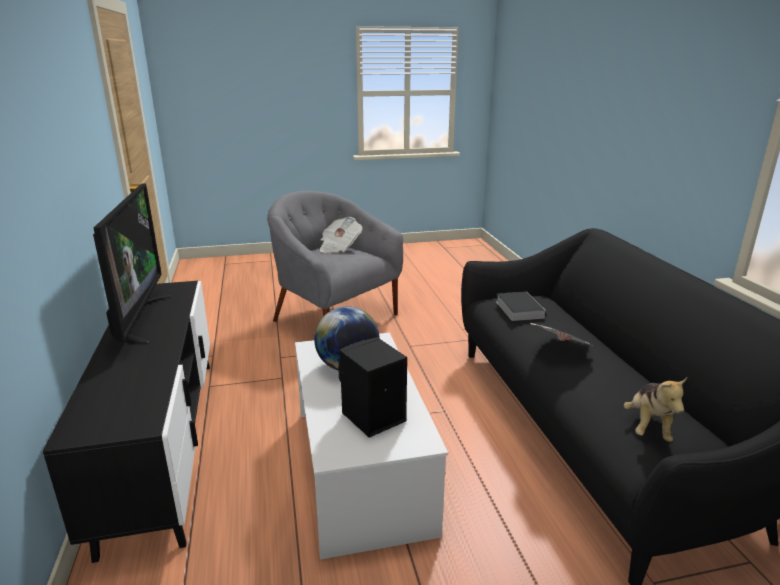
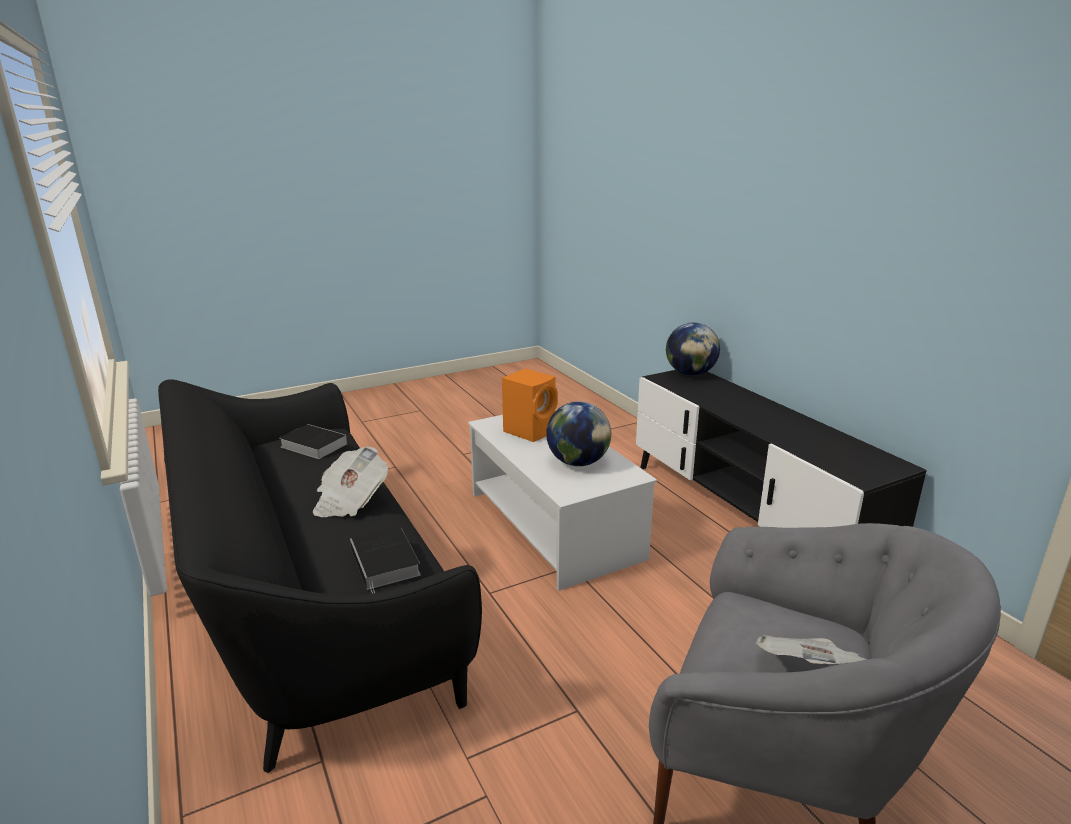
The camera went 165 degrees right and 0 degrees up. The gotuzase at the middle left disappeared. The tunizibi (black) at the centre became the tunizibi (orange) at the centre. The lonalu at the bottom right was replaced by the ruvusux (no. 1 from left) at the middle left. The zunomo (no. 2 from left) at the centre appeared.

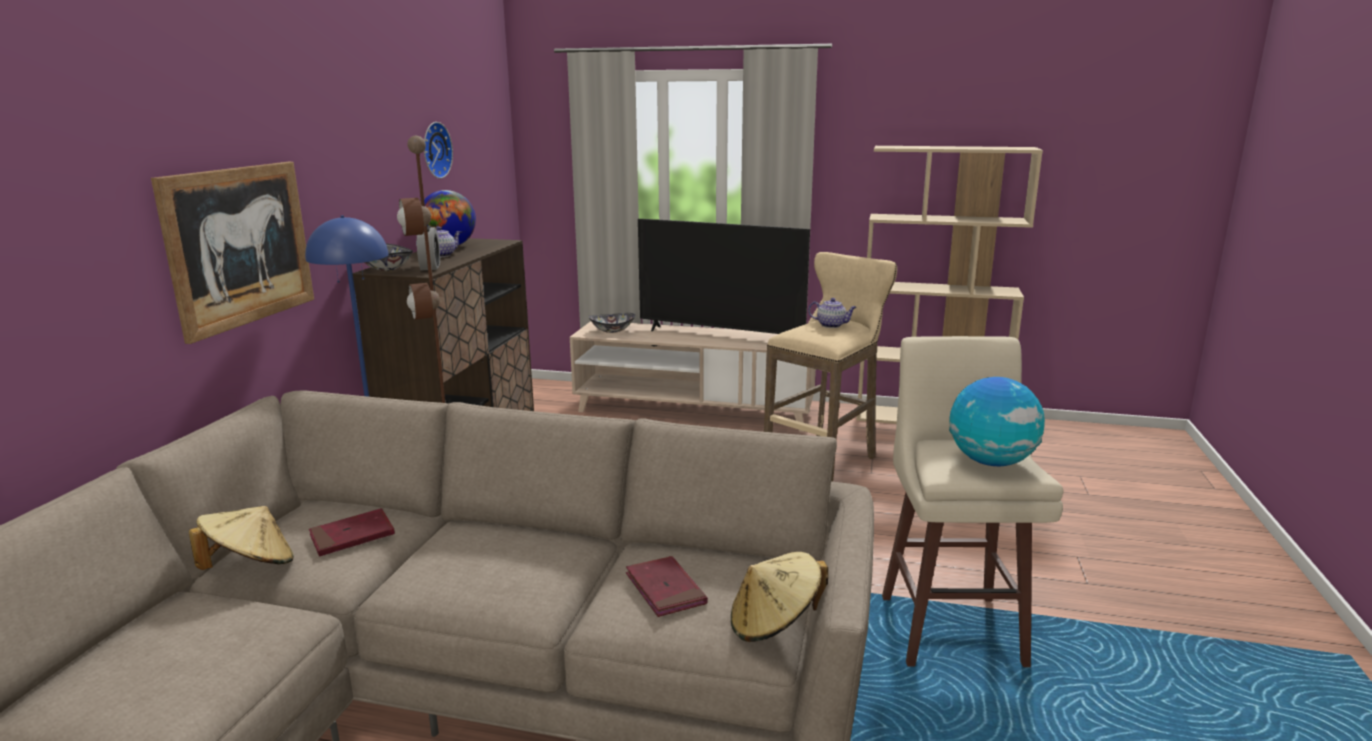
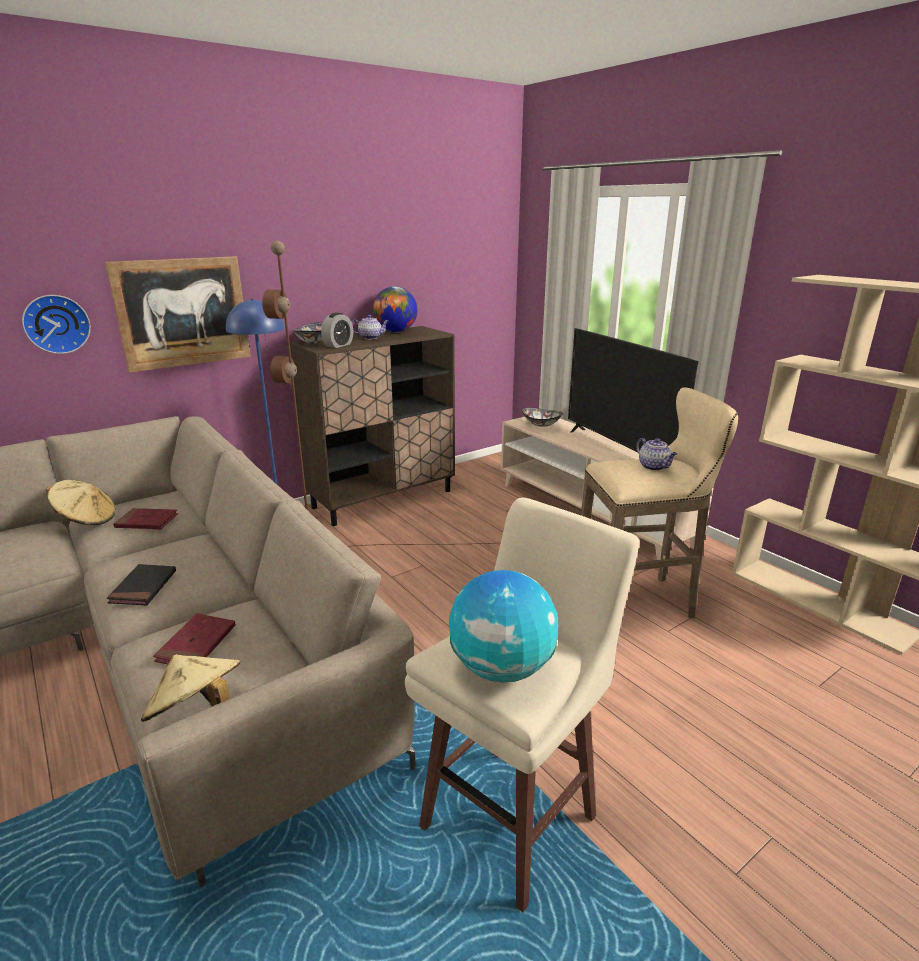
The camera went 40 degrees right and 5 degrees up. The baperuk moved from the top left to the middle left. The ruvusux (black) at the middle left appeared.

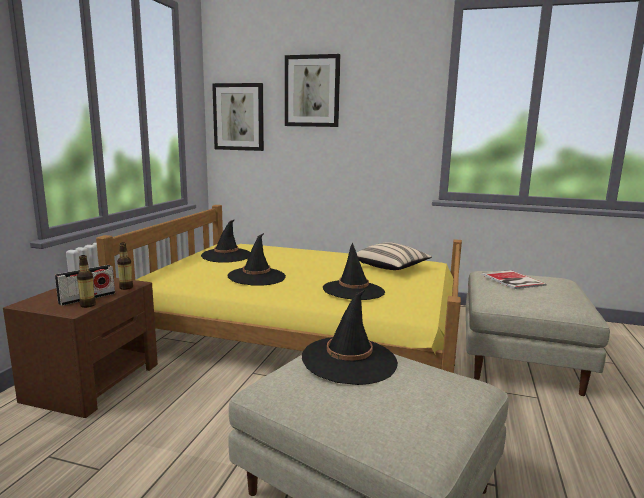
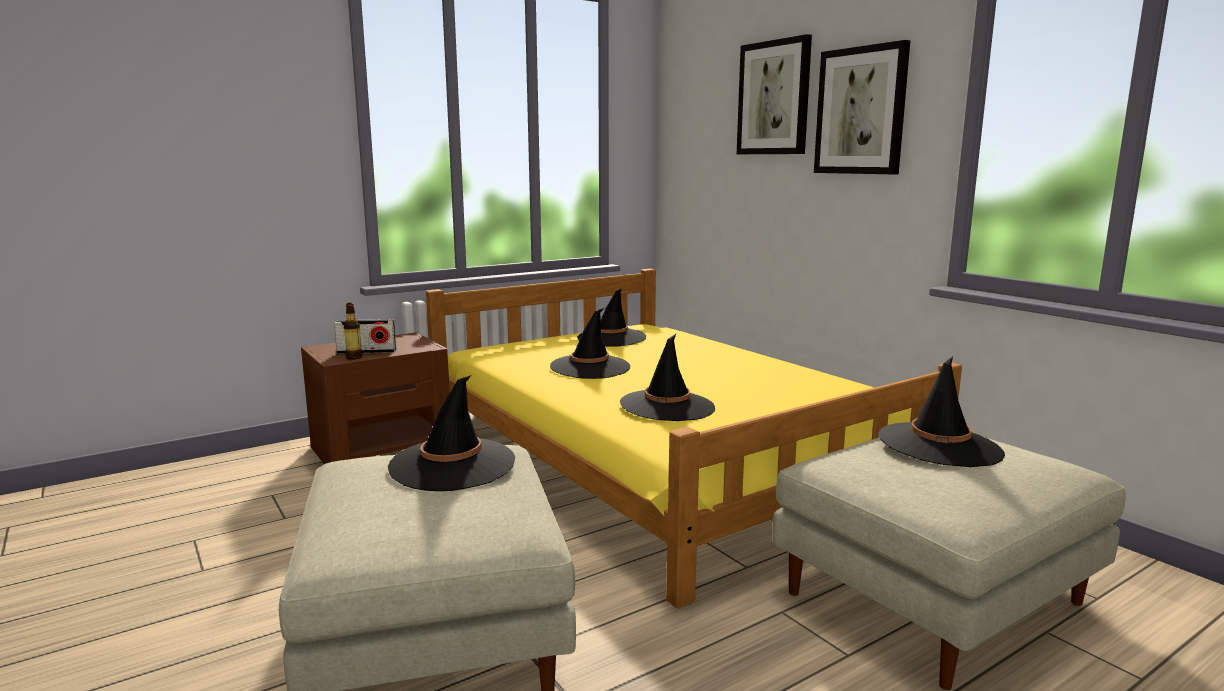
The camera went 40 degrees right and 0 degrees up. The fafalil (no. 1 from left in the first image) moved from the top centre to the top right. The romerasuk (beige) at the centre disappeared. The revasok (no. 2 from left) at the middle left disappeared. The ruvusux at the middle right was replaced by the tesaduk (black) (no. 5 from left) at the middle right.

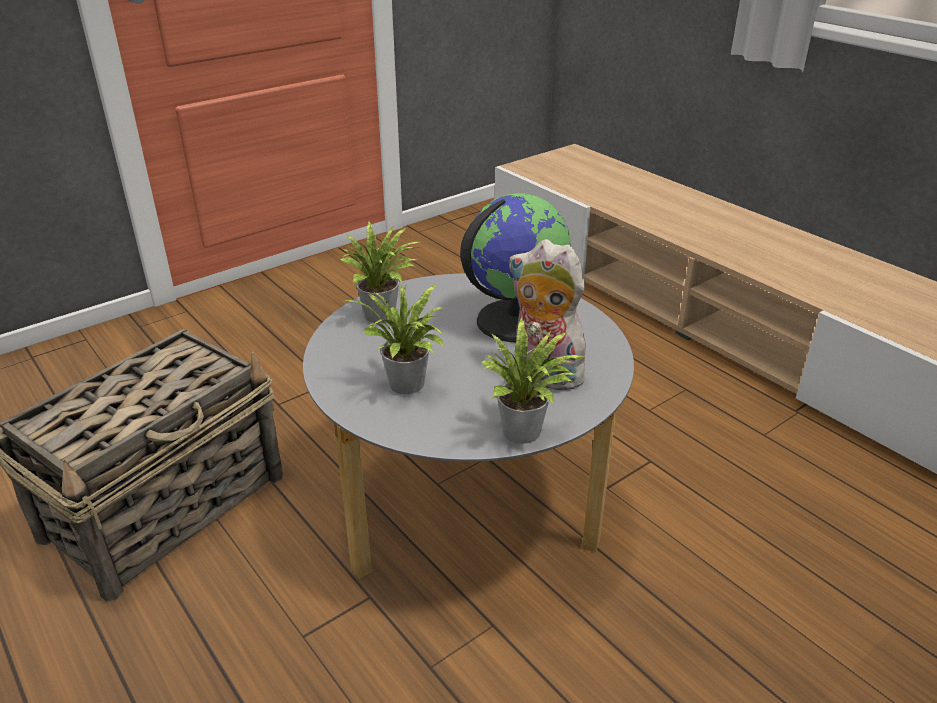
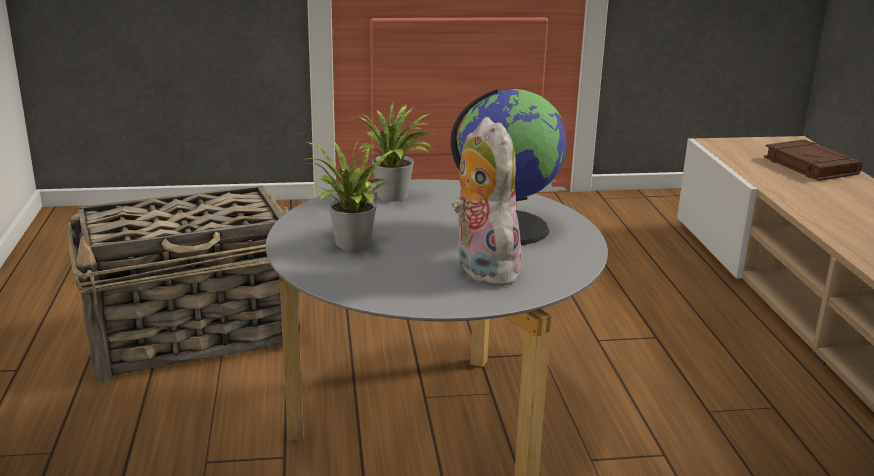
The camera went 30 degrees right and 10 degrees down. The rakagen (no. 3 from left) at the centre disappeared. The ruvusux (brown) at the middle right appeared.

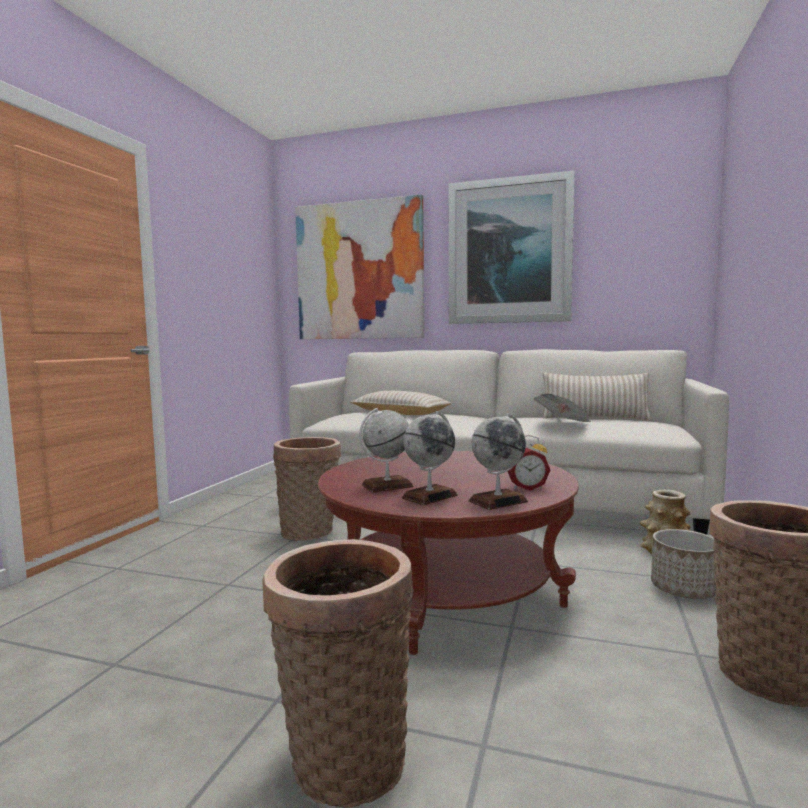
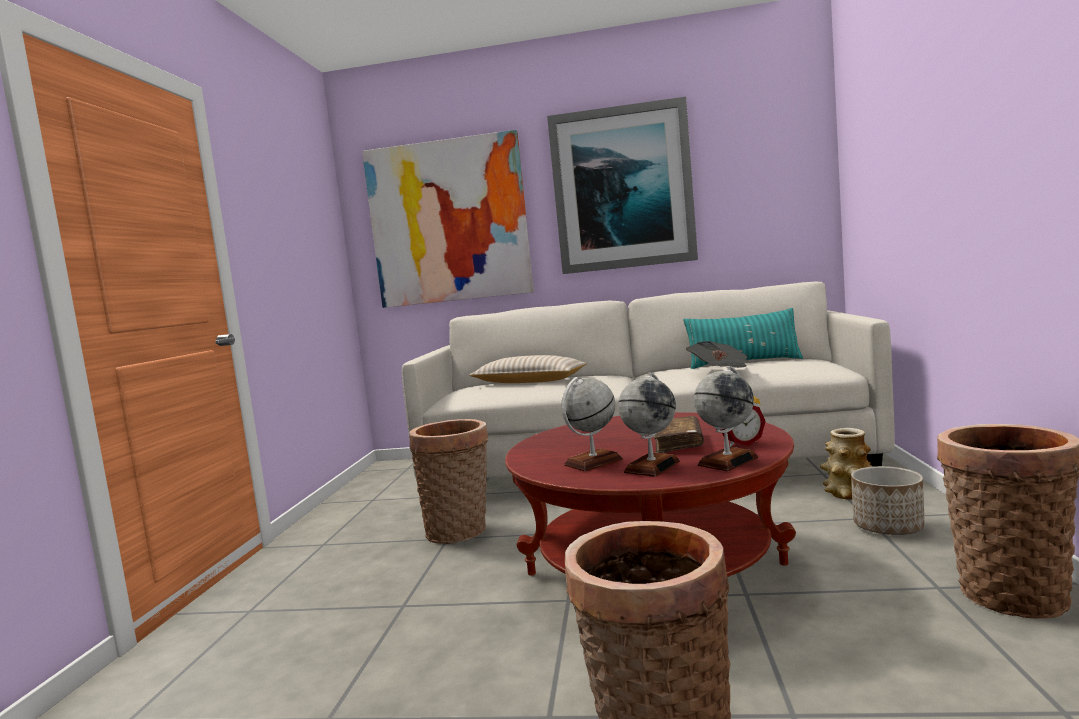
The camera went 10 degrees left and 0 degrees up. The romerasuk (beige) (no. 2 from left) at the middle right became the romerasuk (turquoise) at the middle right. The ruvusux (brown) at the centre appeared.

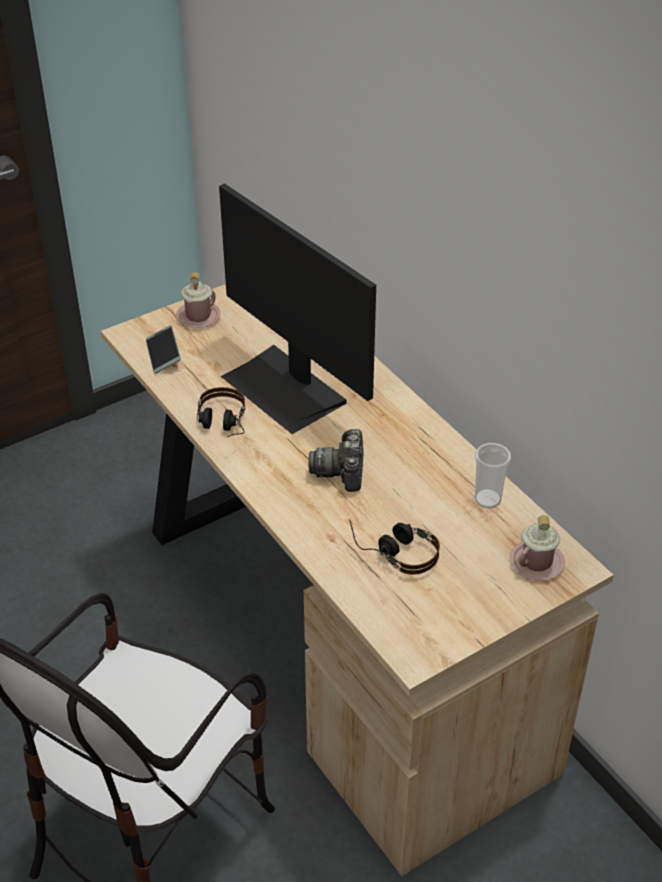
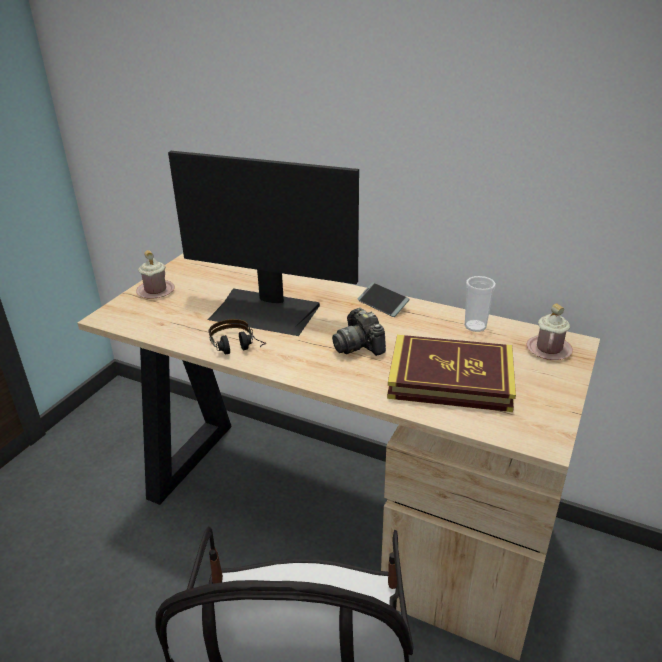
The camera went 30 degrees left and 10 degrees down. The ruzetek moved from the middle left to the centre. The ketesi (no. 2 from left) at the centre was replaced by the ruvusux at the middle right.

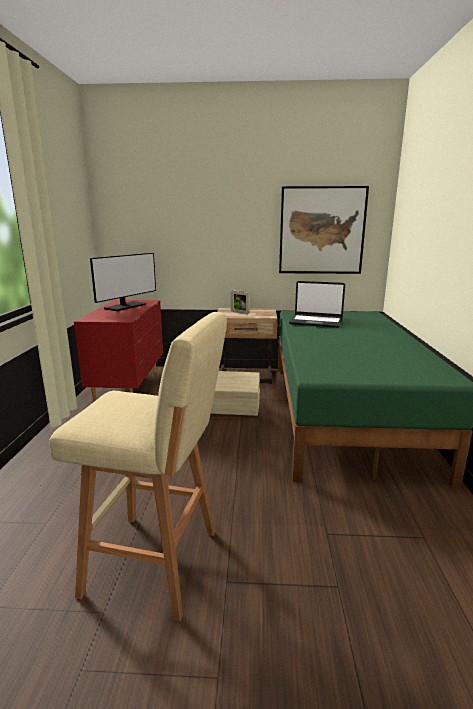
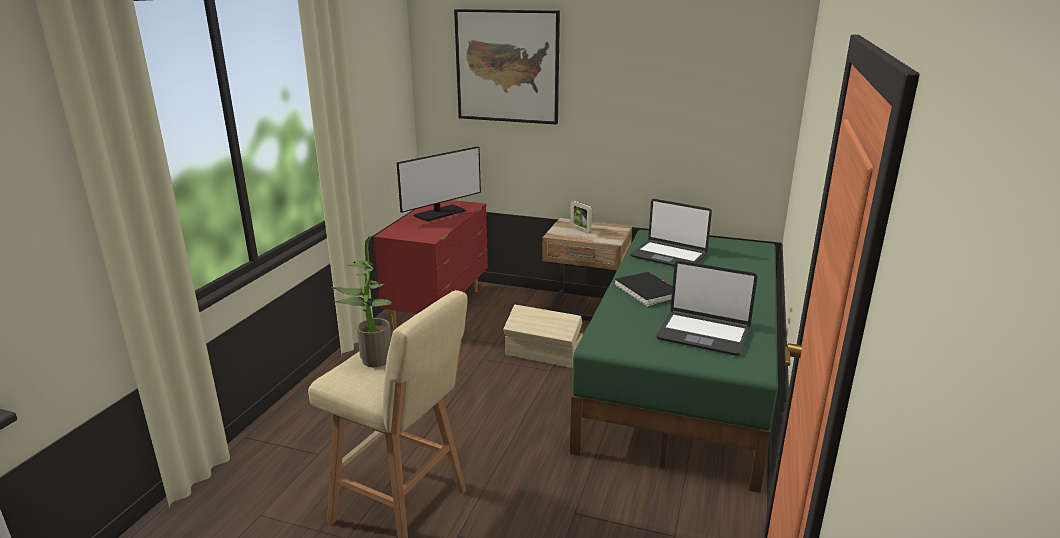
The camera went 15 degrees right and 5 degrees up. The fafalil moved from the top right to the top centre. The rakagen at the centre appeared. The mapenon (no. 2 from left) at the centre appeared. The ruvusux (black) at the centre appeared.

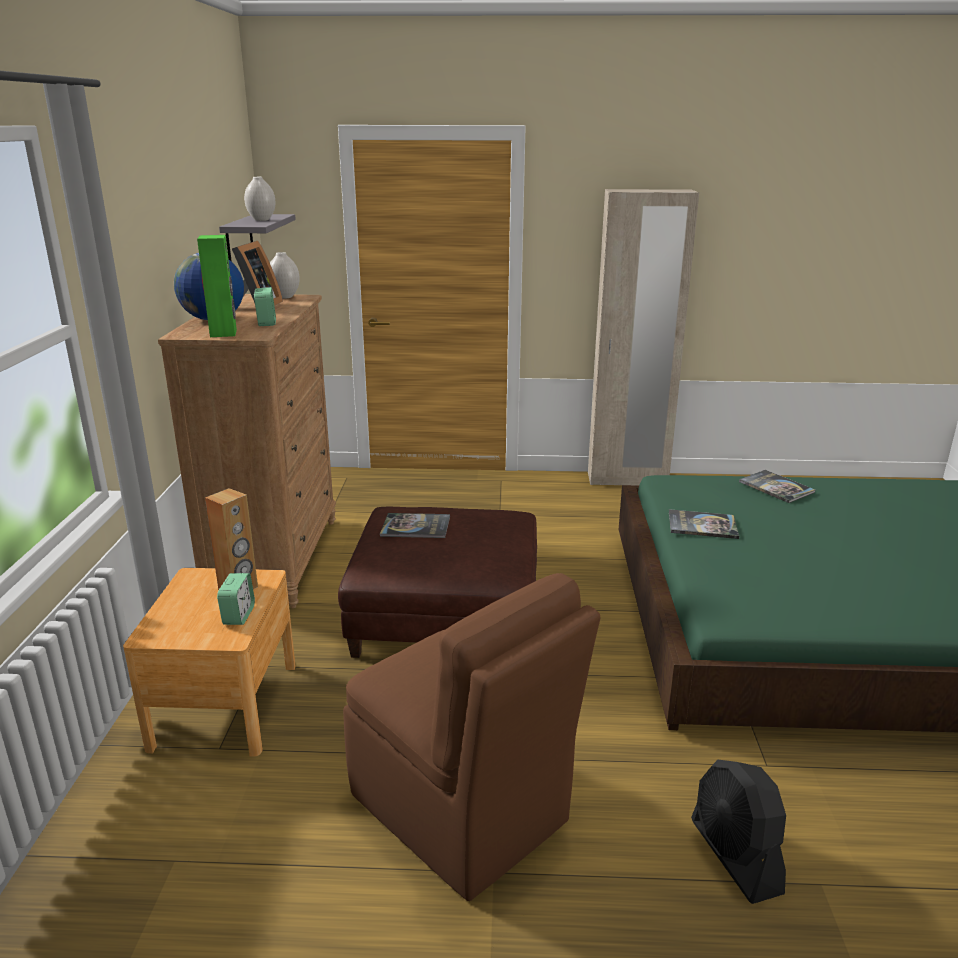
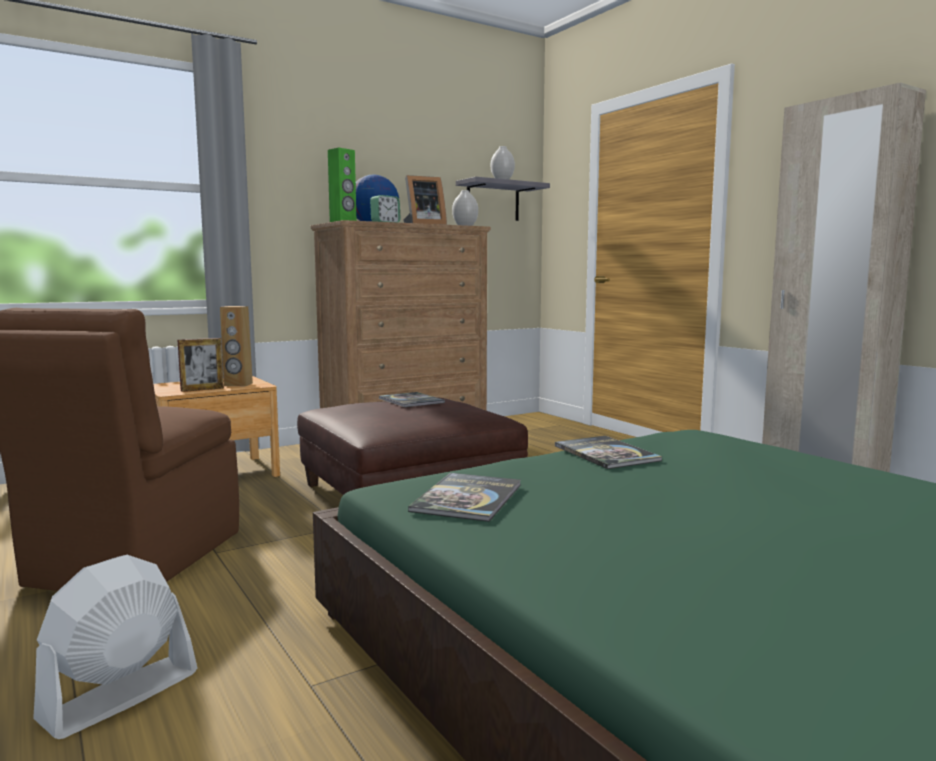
The camera went 55 degrees right and 15 degrees down. The ruvusux (no. 3 from left in the first image) moved from the middle right to the centre. The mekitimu (no. 1 from left) at the middle left was replaced by the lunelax (no. 1 from left) at the middle left. The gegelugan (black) at the bottom right became the gegelugan (white) at the bottom left.

